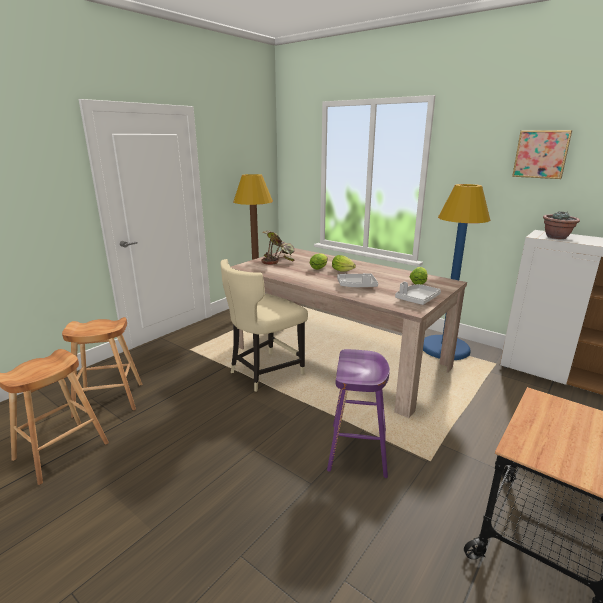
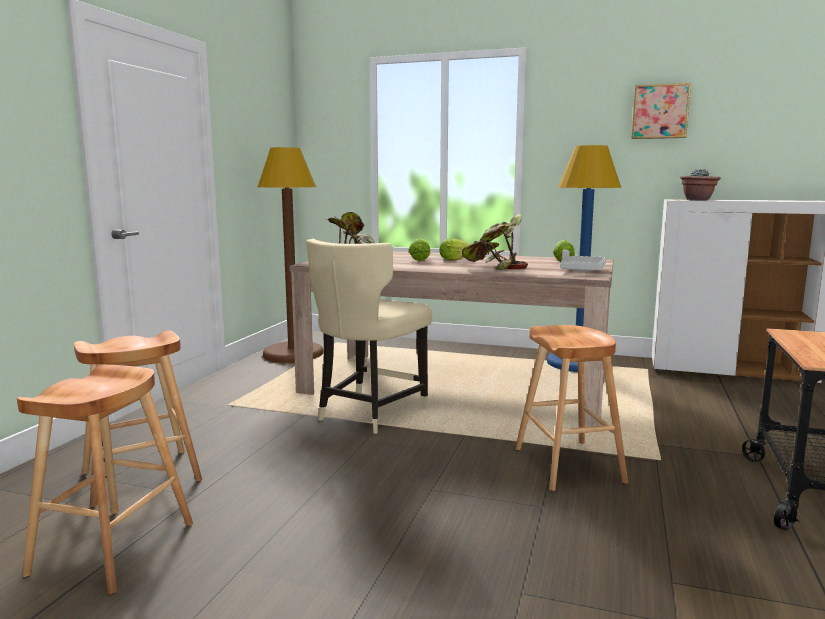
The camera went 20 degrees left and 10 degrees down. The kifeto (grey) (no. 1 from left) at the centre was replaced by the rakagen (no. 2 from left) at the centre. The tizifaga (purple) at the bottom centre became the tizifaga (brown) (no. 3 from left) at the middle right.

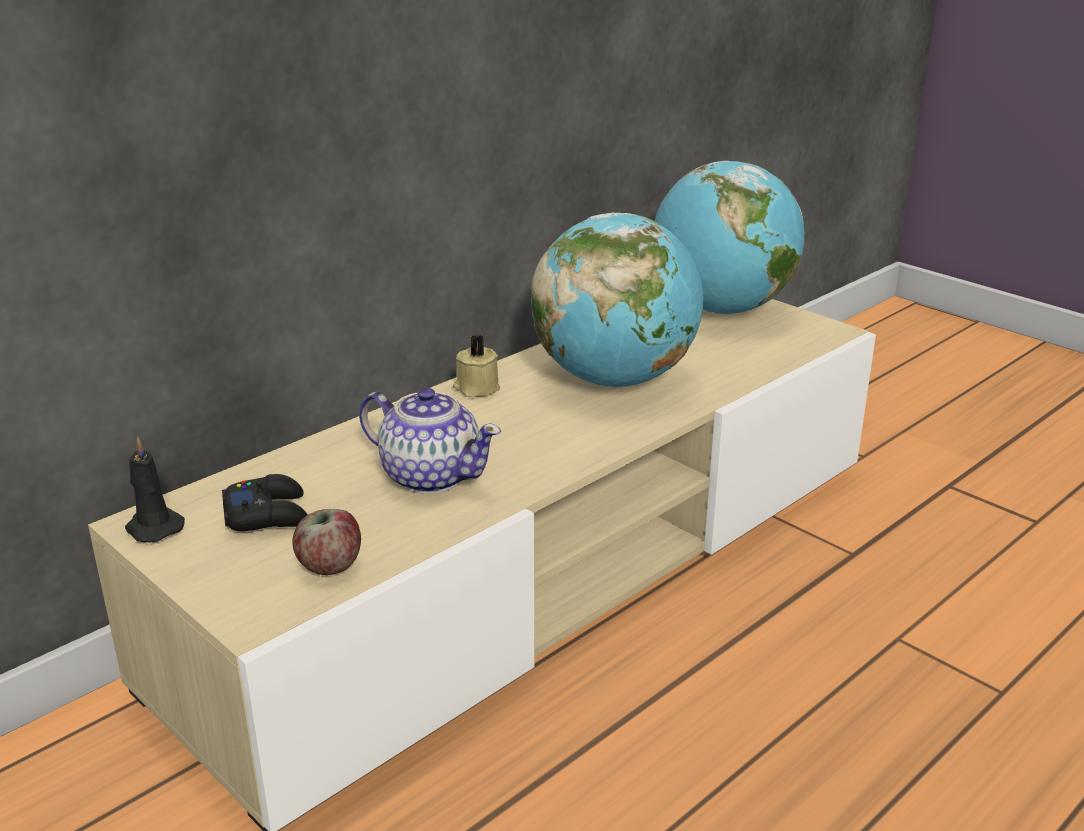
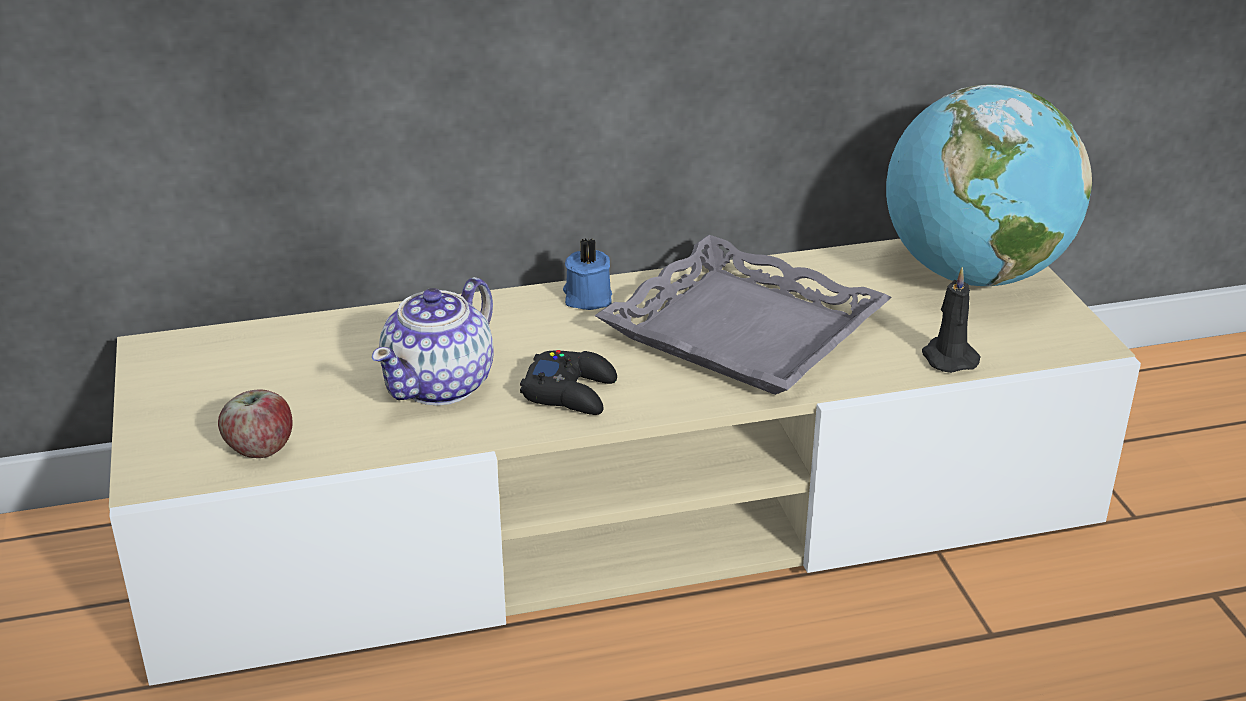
The camera went 30 degrees right and 5 degrees up. The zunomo (no. 1 from left) at the centre was replaced by the kifeto (grey) at the centre. The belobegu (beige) at the centre became the belobegu (blue) at the centre. The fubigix at the centre turned 60 degrees clockwise. The belobegu (black) moved from the middle left to the middle right. The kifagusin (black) moved from the middle left to the centre.

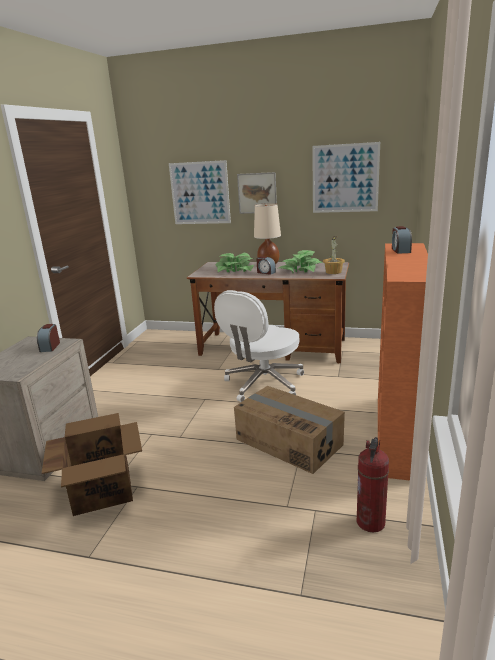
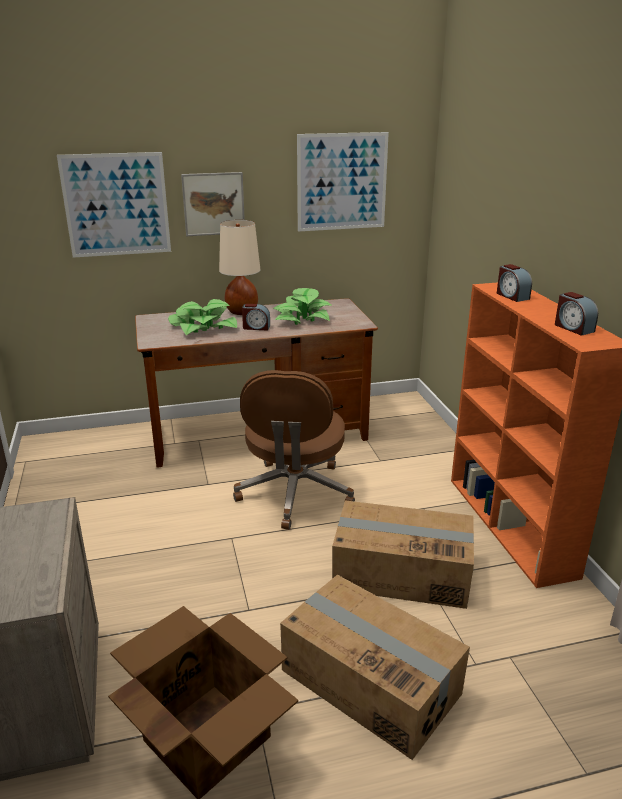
The camera went 30 degrees left and 5 degrees up. The rakagen (no. 3 from left) at the middle right disappeared. The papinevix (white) at the centre became the papinevix (brown) at the centre. The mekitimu (no. 1 from left in the first image) moved from the middle left to the middle right. The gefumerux at the bottom right disappeared. The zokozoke (no. 2 from left) at the bottom centre appeared.

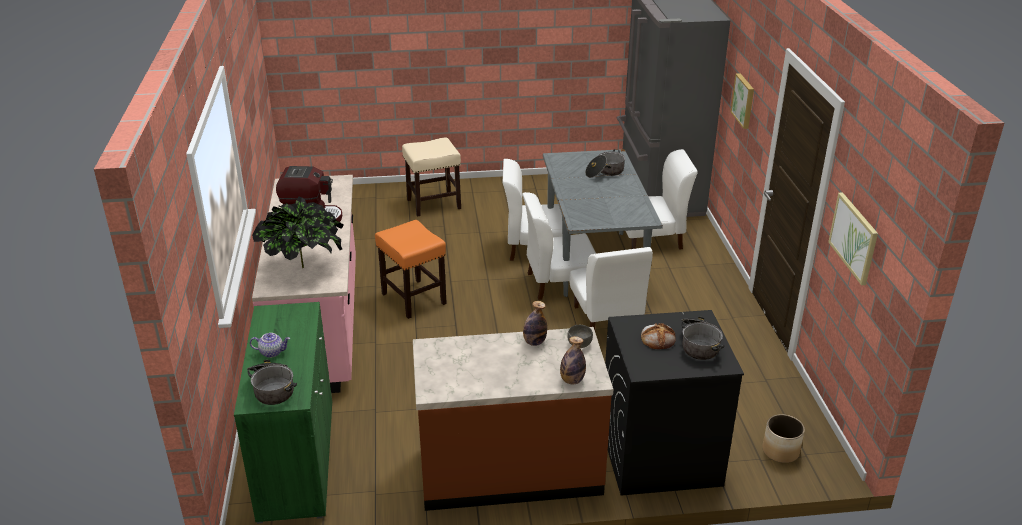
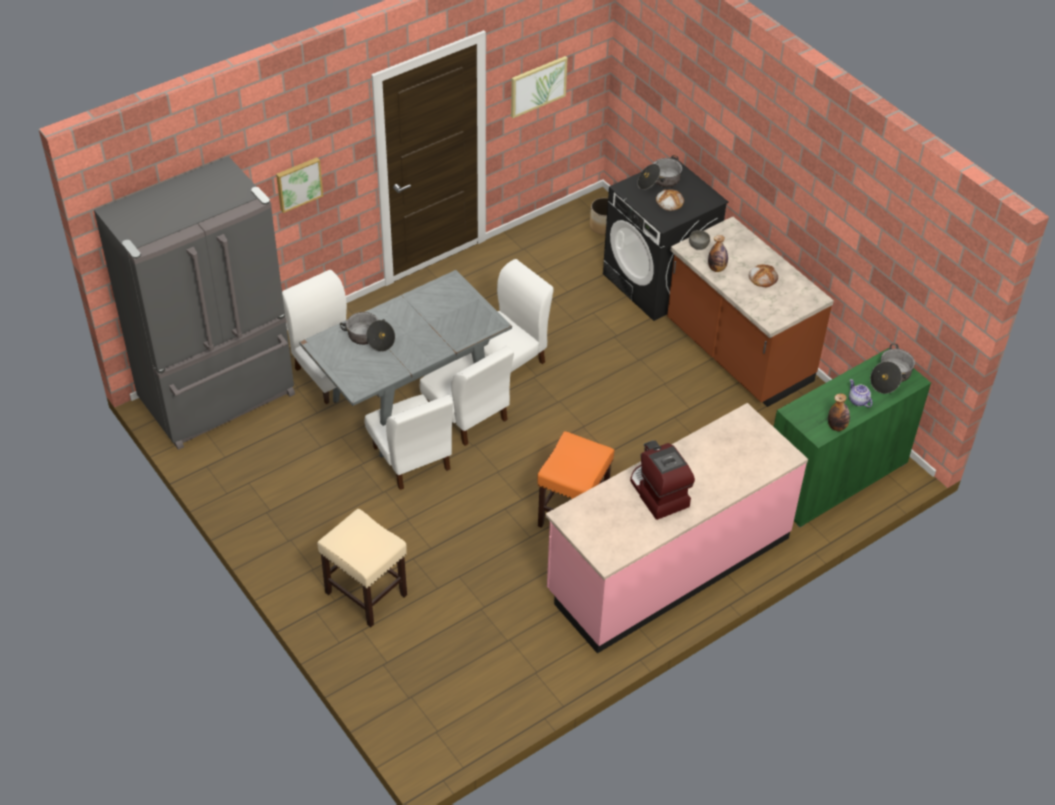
The camera went 120 degrees left and 15 degrees up. The rakagen at the middle left disappeared. The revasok (no. 2 from left) moved from the bottom centre to the middle right. The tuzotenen (no. 2 from left) at the middle right appeared.

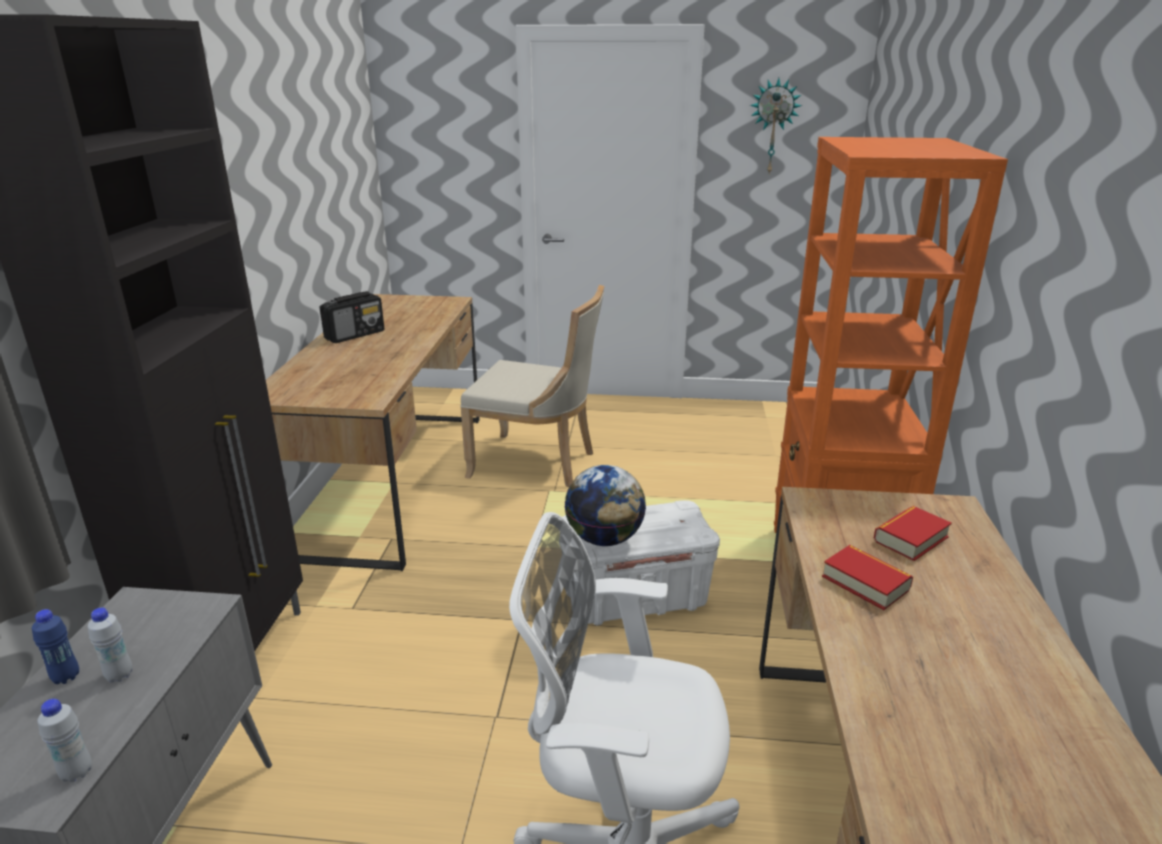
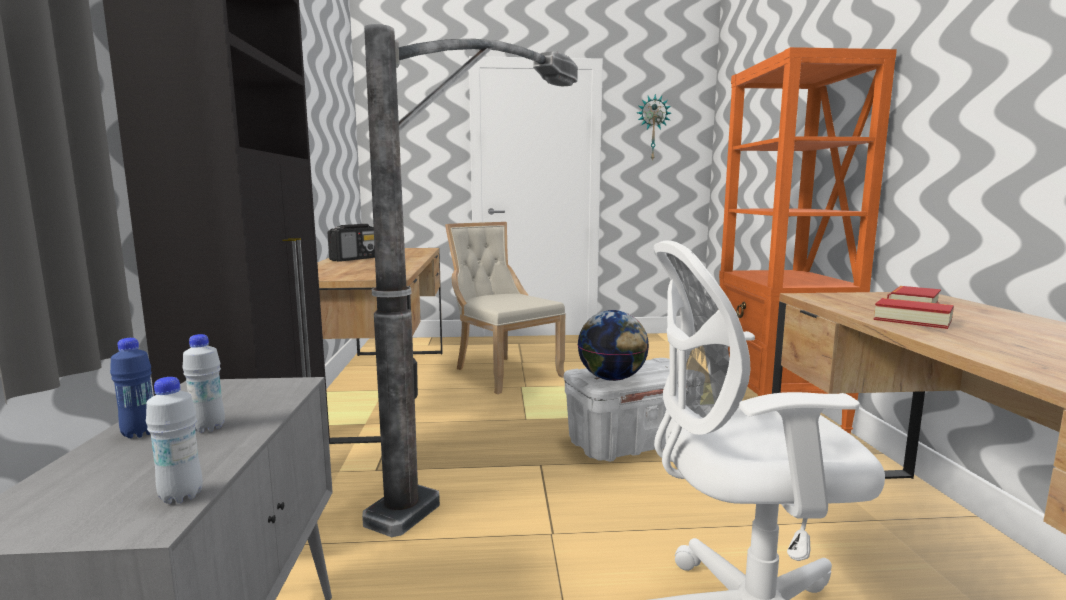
The camera went 10 degrees left and 15 degrees down. The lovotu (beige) at the centre turned 135 degrees counterclockwise. The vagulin at the centre appeared.

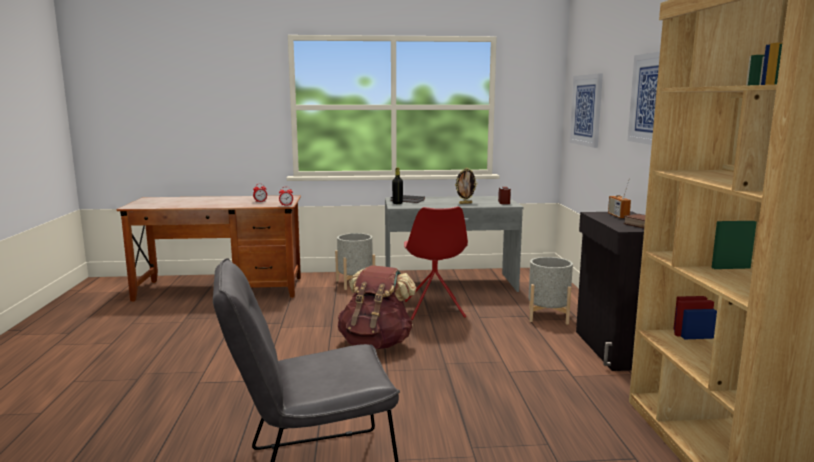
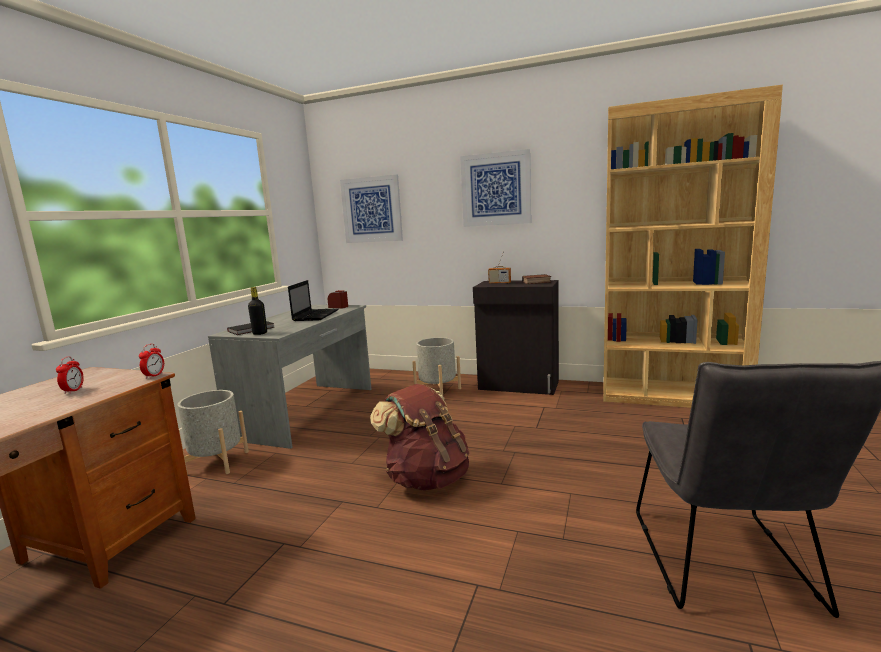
The camera went 65 degrees left and 0 degrees up. The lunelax at the centre was replaced by the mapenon at the centre. The lovotu (red) at the centre disappeared.

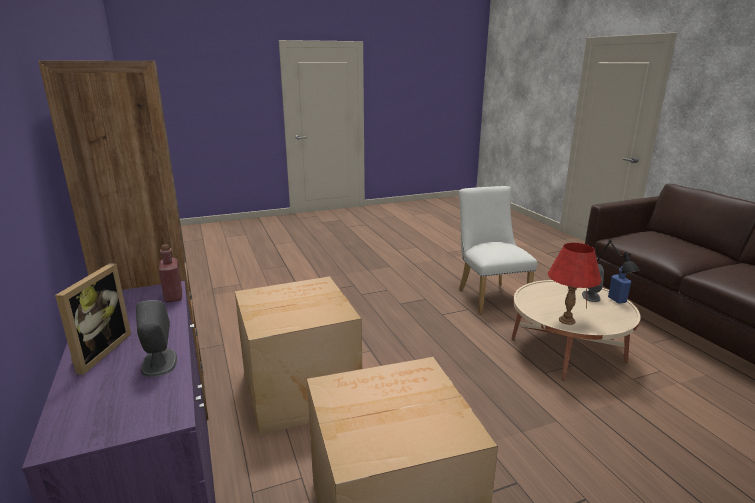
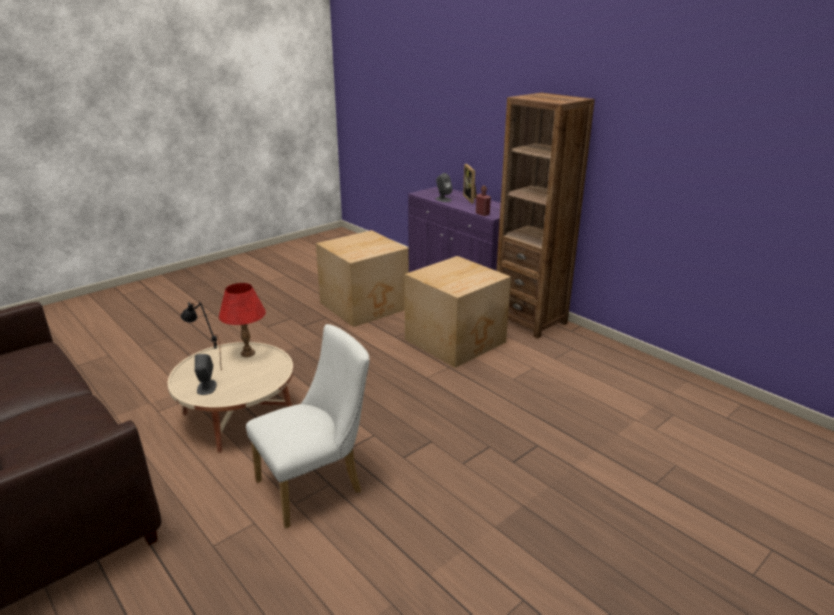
The camera went 160 degrees right and 5 degrees up. The lovotu (white) at the centre turned 90 degrees counterclockwise. The revasok (blue) at the middle right disappeared.

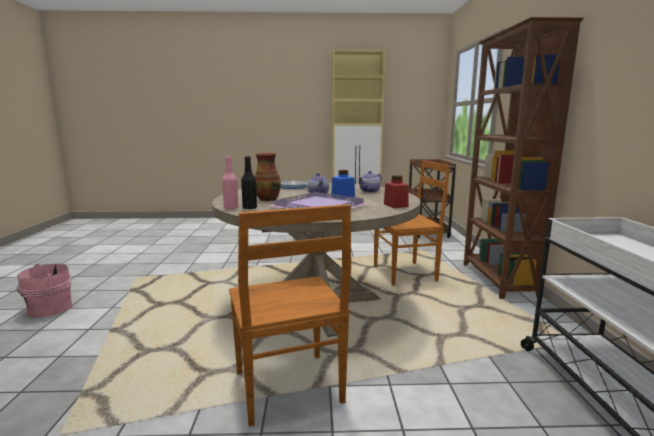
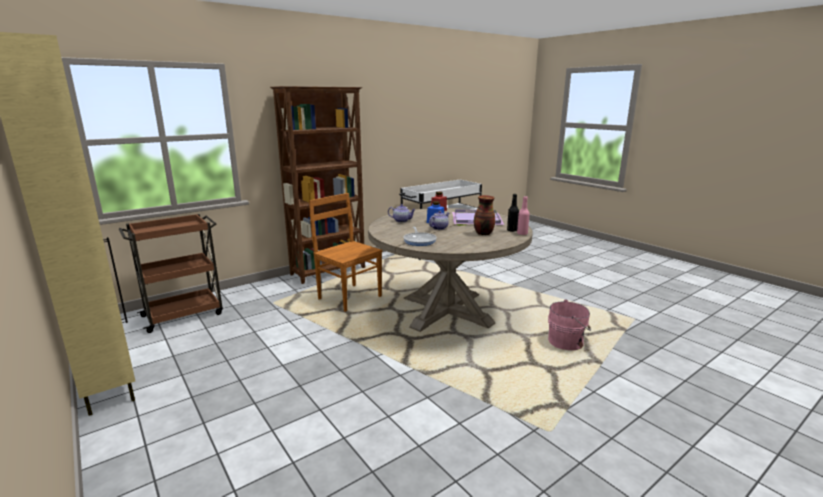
The camera went 125 degrees left and 5 degrees up. The lovotu (brown) (no. 1 from left) at the bottom centre disappeared. The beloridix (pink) moved from the bottom left to the middle right.

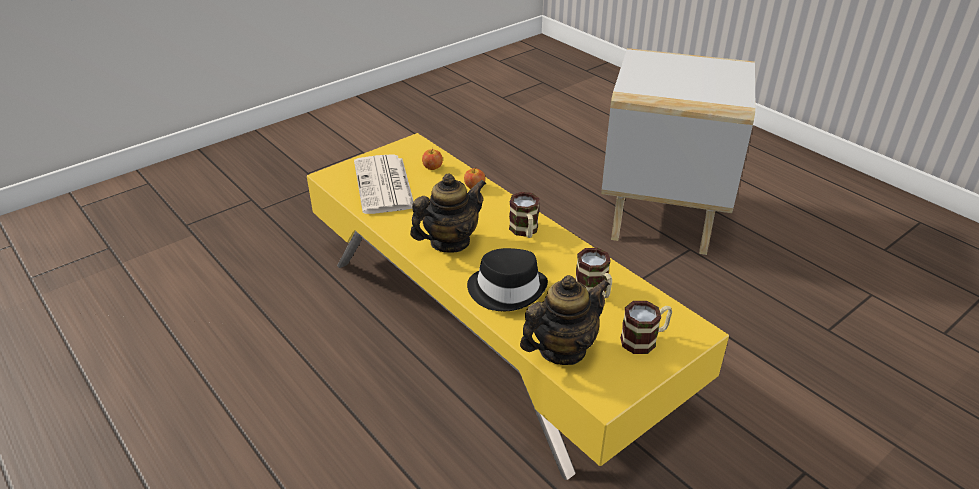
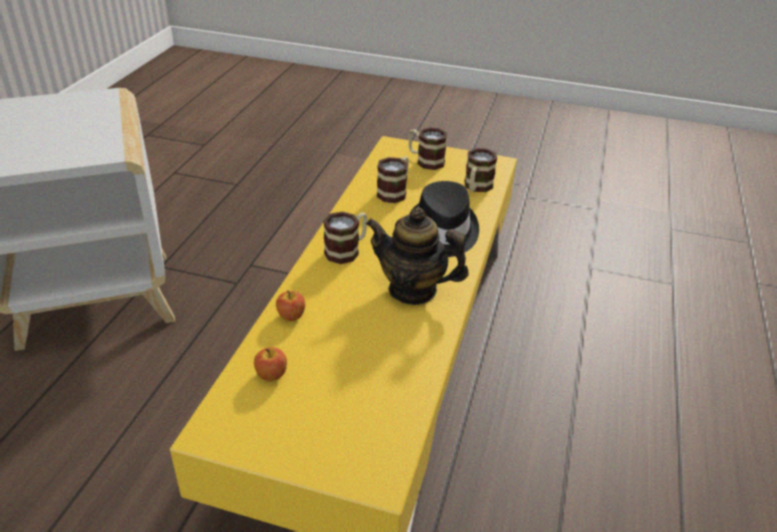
The camera went 125 degrees left and 0 degrees up. The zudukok at the centre disappeared. The fubigix (no. 2 from left) at the centre was replaced by the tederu (no. 4 from left) at the top centre.

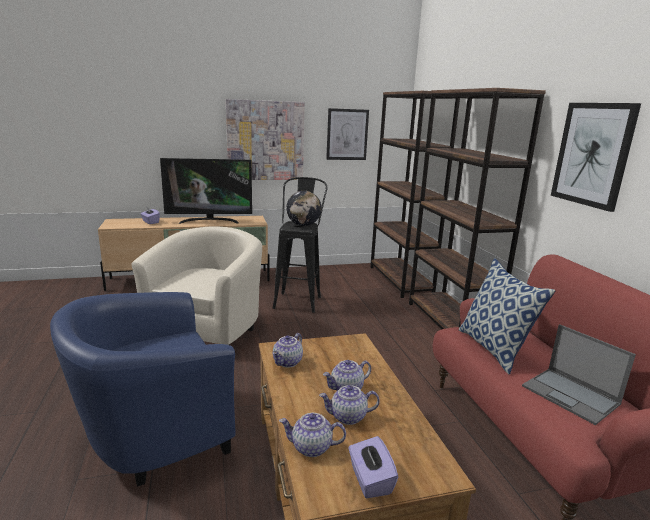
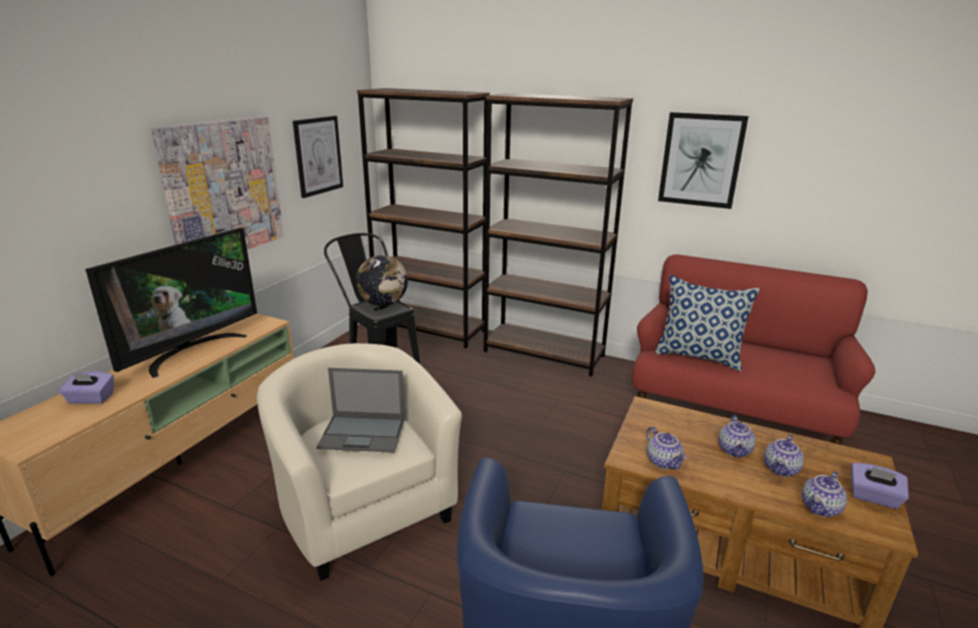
The camera went 50 degrees left and 5 degrees up. The mapenon moved from the bottom right to the centre.

